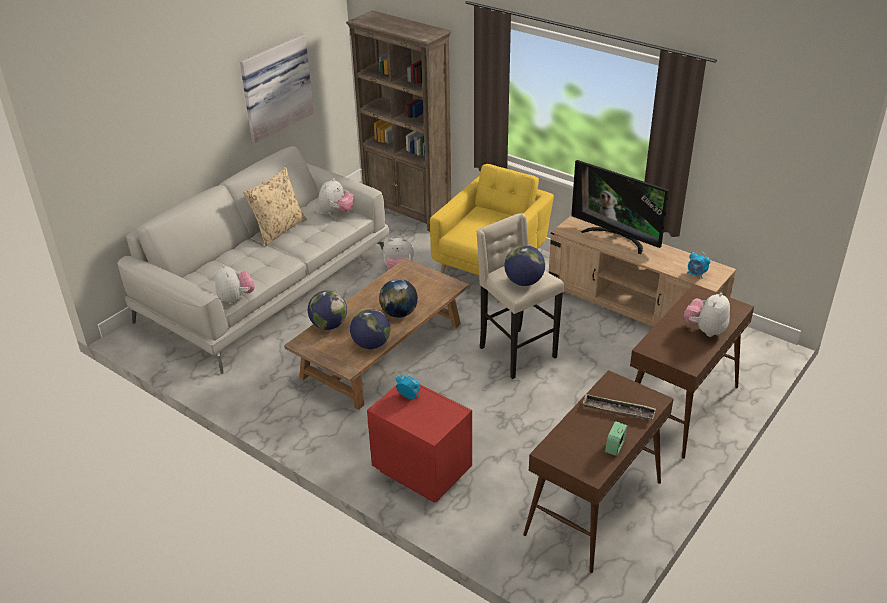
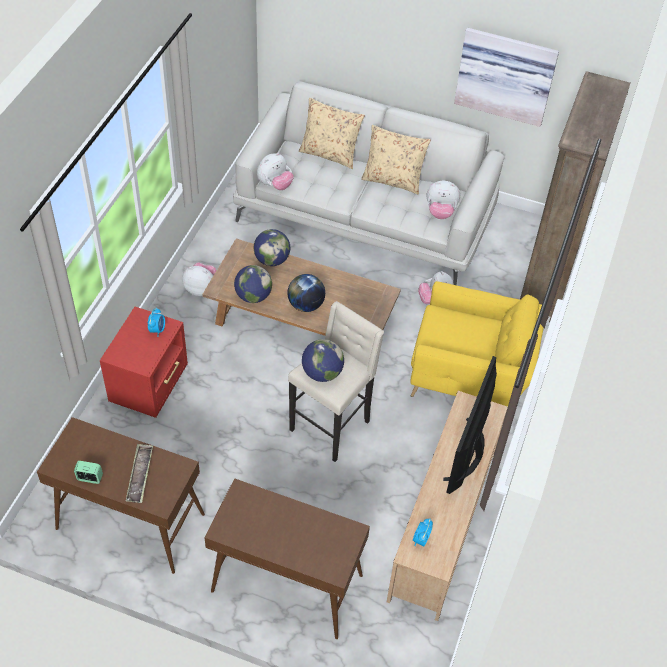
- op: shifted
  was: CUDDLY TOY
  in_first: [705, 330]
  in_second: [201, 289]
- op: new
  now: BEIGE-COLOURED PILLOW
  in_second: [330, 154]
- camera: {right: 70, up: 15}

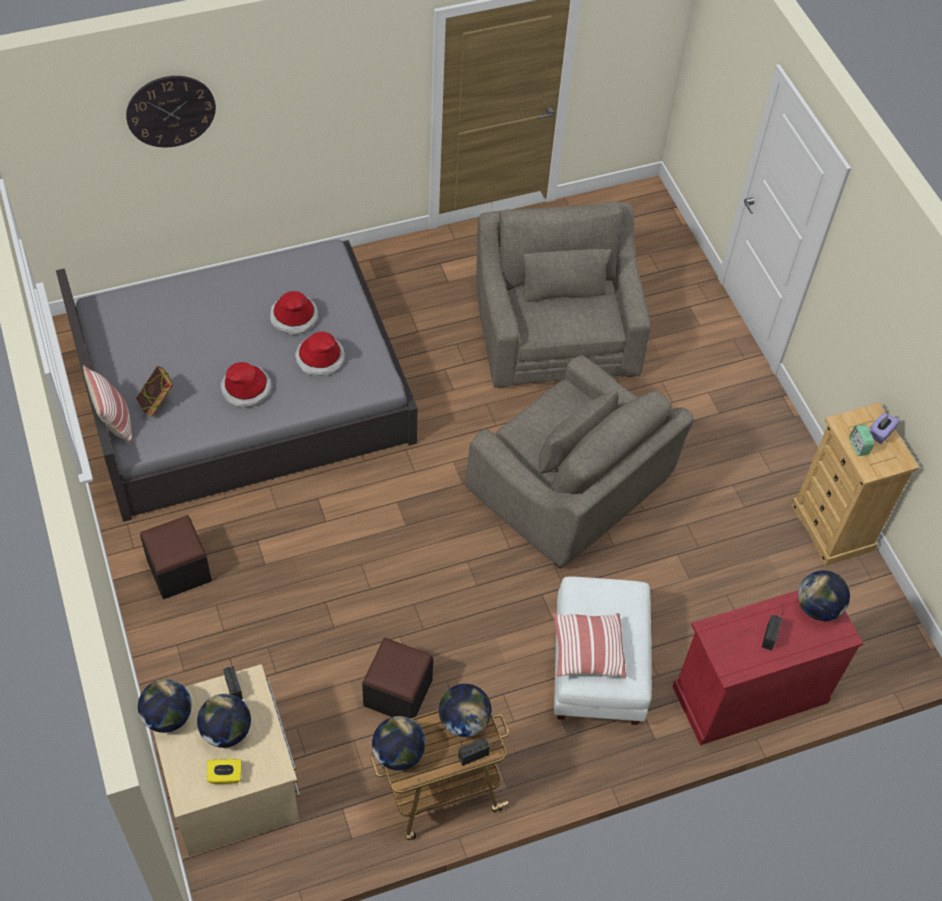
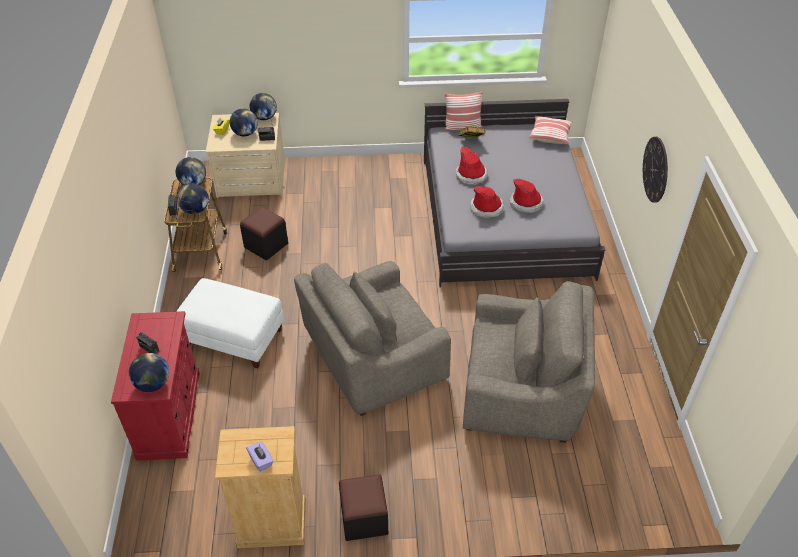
- op: shifted
  was: BLACKISH FOOTREST
  in_first: [179, 570]
  in_second: [364, 518]
- op: shifted
  was: PILLOW
  in_first: [587, 651]
  in_second: [549, 135]
- op: shifted
  was: HANGING CLOCK
  in_first: [171, 111]
  in_second: [655, 169]
- op: gone
  was: TABLE CLOCK
  in_first: [858, 446]
- camera: {right: 110, up: -10}

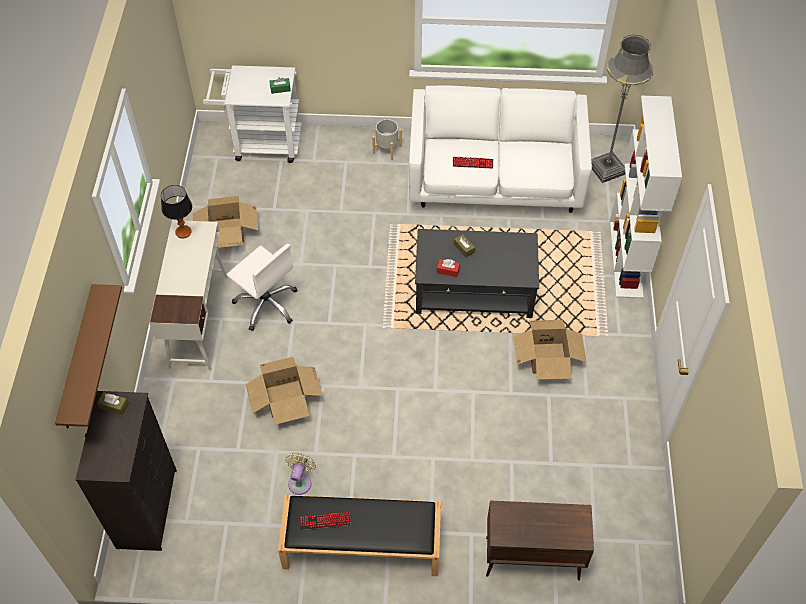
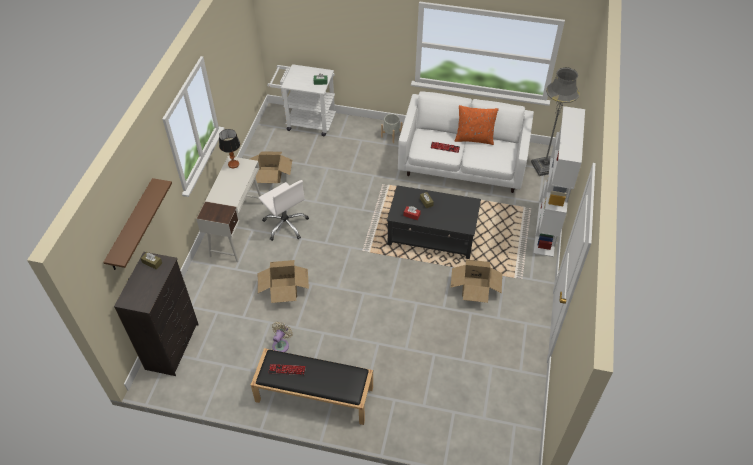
- op: new
  now: ORANGE PILLOW
  in_second: [474, 138]
- op: gone
  was: BROWNISH CABINET
  in_first: [531, 559]
- camera: {right: 10, up: -5}

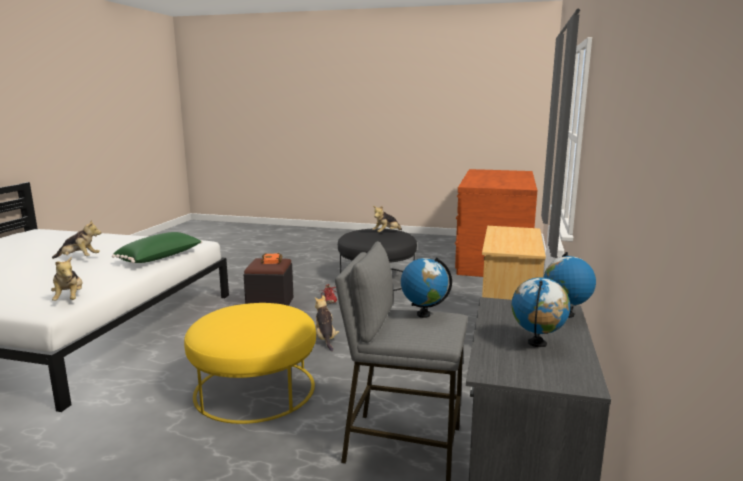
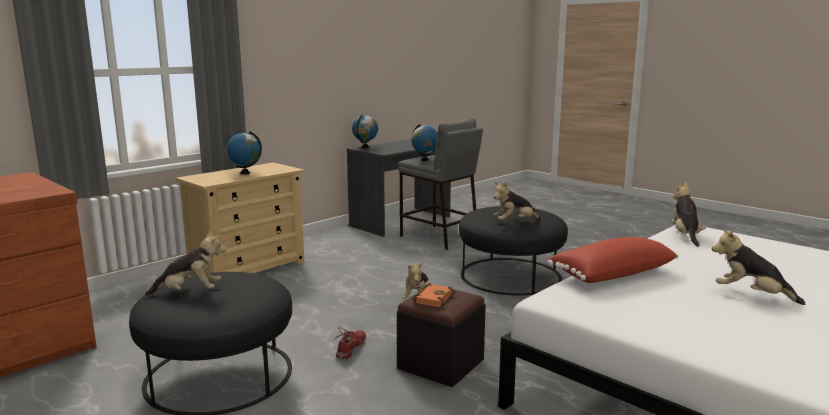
- op: shifted
  was: DESK GLOBE
  in_first: [537, 343]
  in_second: [245, 173]
- op: repainted
  was: YELLOWISH FOOTREST
  now: BLACKISH FOOTREST
  in_first: [255, 388]
  in_second: [510, 275]
- op: new
  now: CUDDLY TOY
  in_second: [514, 222]
- op: repainted
  was: GREEN PILLOW
  now: REDDISH PILLOW
  in_first: [161, 258]
  in_second: [611, 273]
- camera: {right: -150, up: 0}

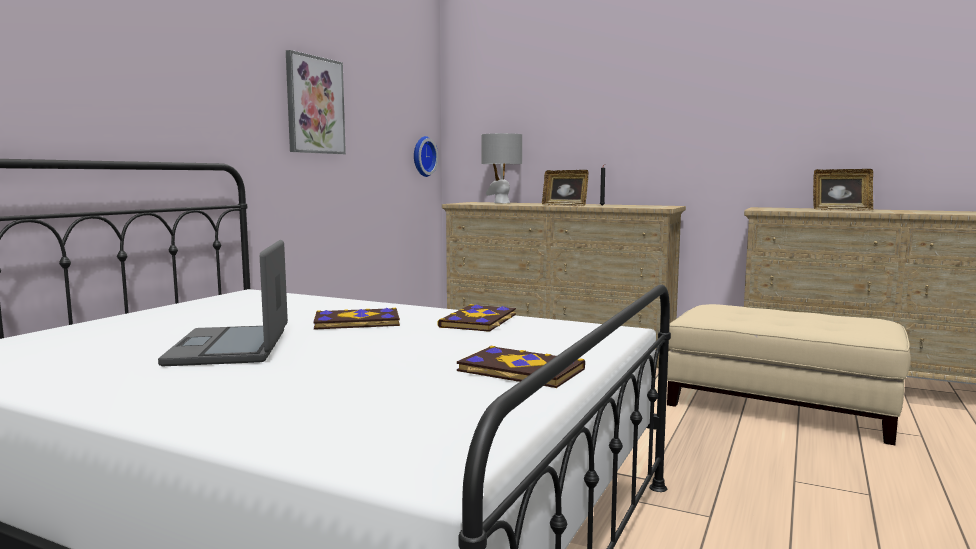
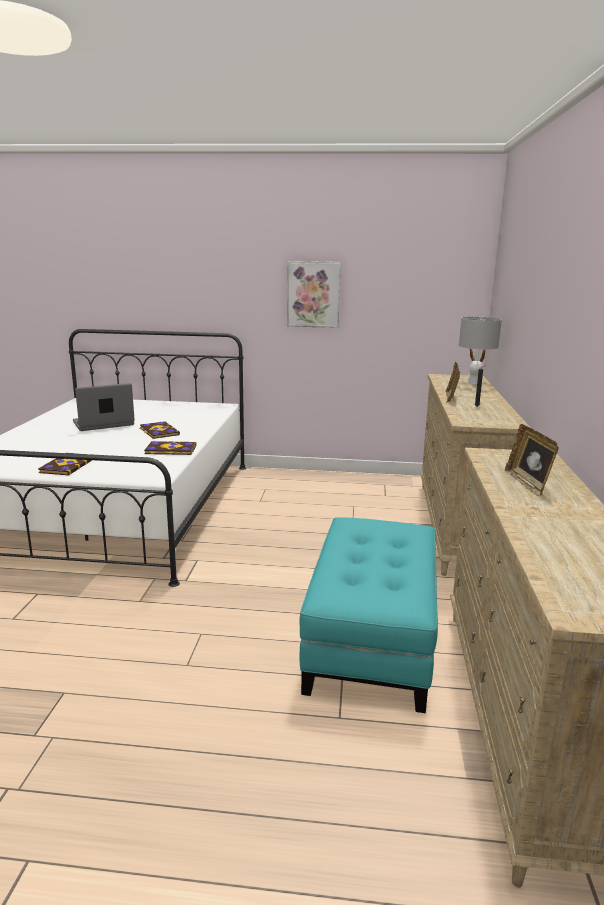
- op: repainted
  was: BEIGE-COLOURED FOOTREST
  now: TURQUOISE-COLOURED FOOTREST
  in_first: [780, 406]
  in_second: [373, 637]
- op: gone
  was: HANGING CLOCK
  in_first: [422, 156]
- camera: {right: 70, up: 10}

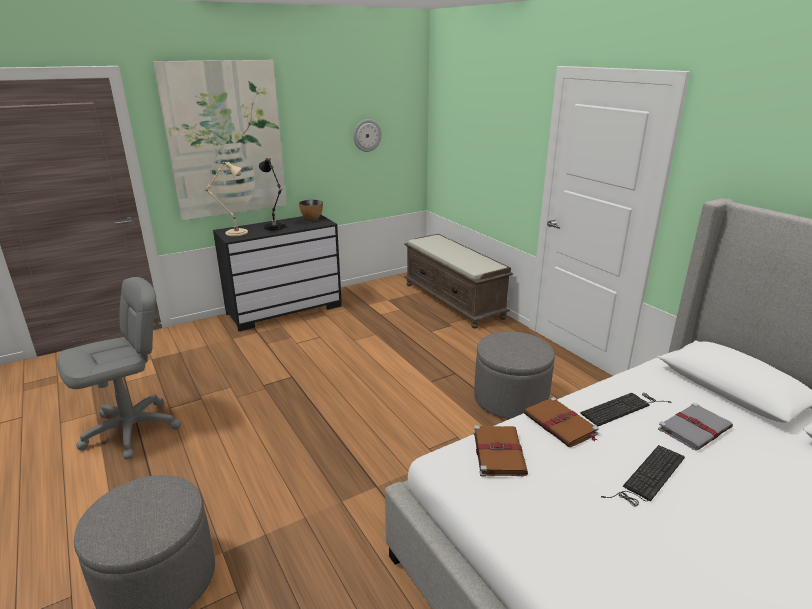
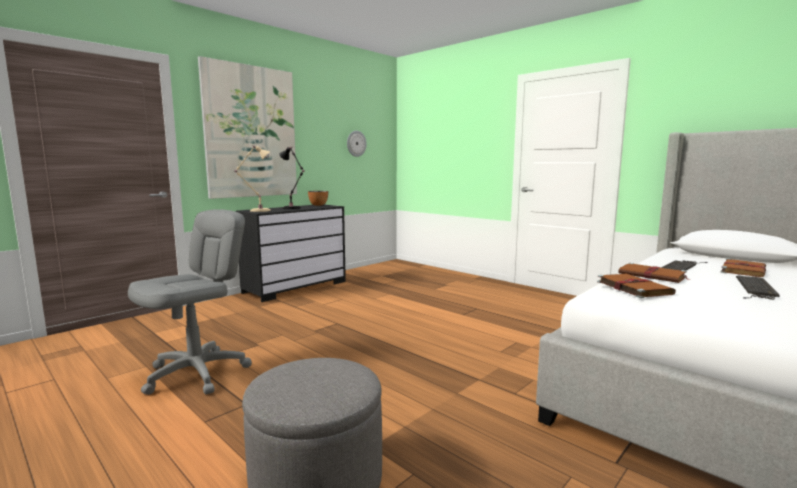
- op: repainted
  was: GRAY BOUND BOOK
  now: BROWNISH BOUND BOOK
  in_first: [695, 428]
  in_second: [743, 270]
- op: gone
  was: BROWNISH BENCH
  in_first: [454, 301]
- op: gone
  was: GRAY FOOTREST
  in_first: [510, 399]
- camera: {right: -15, up: -15}

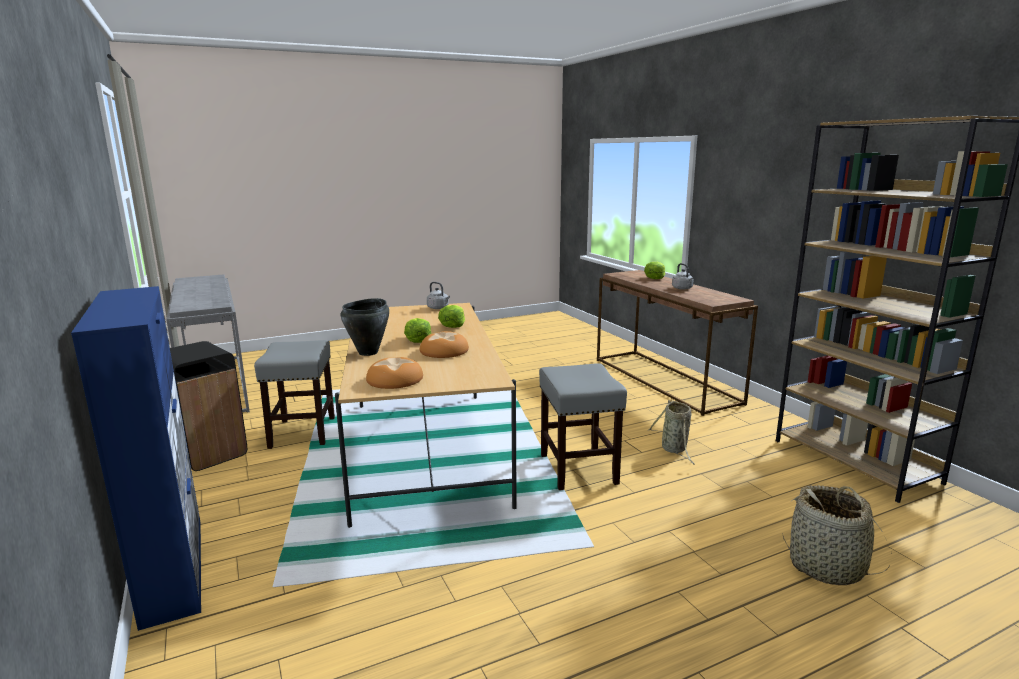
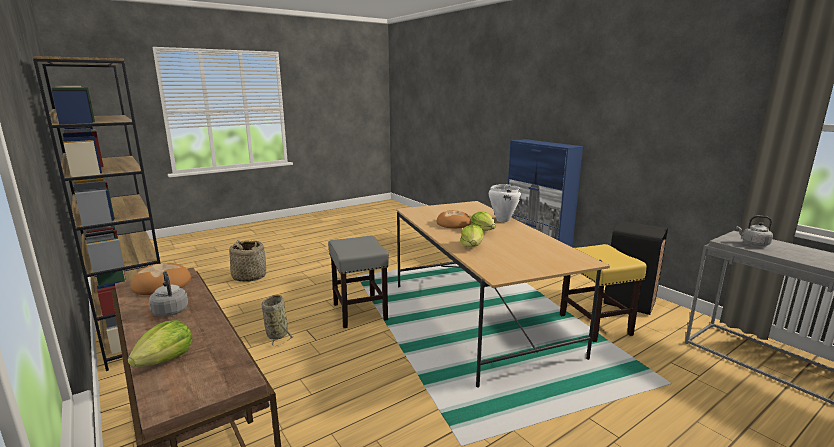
- op: shifted
  was: BAKERY BREAD
  in_first: [395, 379]
  in_second: [162, 285]
- op: repainted
  was: BLACKISH SAUCEPOT
  now: WHITE-COLOURED SAUCEPOT
  in_first: [368, 352]
  in_second: [502, 220]
- op: repainted
  was: GRAY STOOL
  now: YELLOWISH STOOL
  in_first: [303, 432]
  in_second: [595, 325]
- op: shifted
  was: GRAY WATER KETTLE
  in_first: [439, 308]
  in_second: [753, 243]
- camera: {right: 170, up: 0}

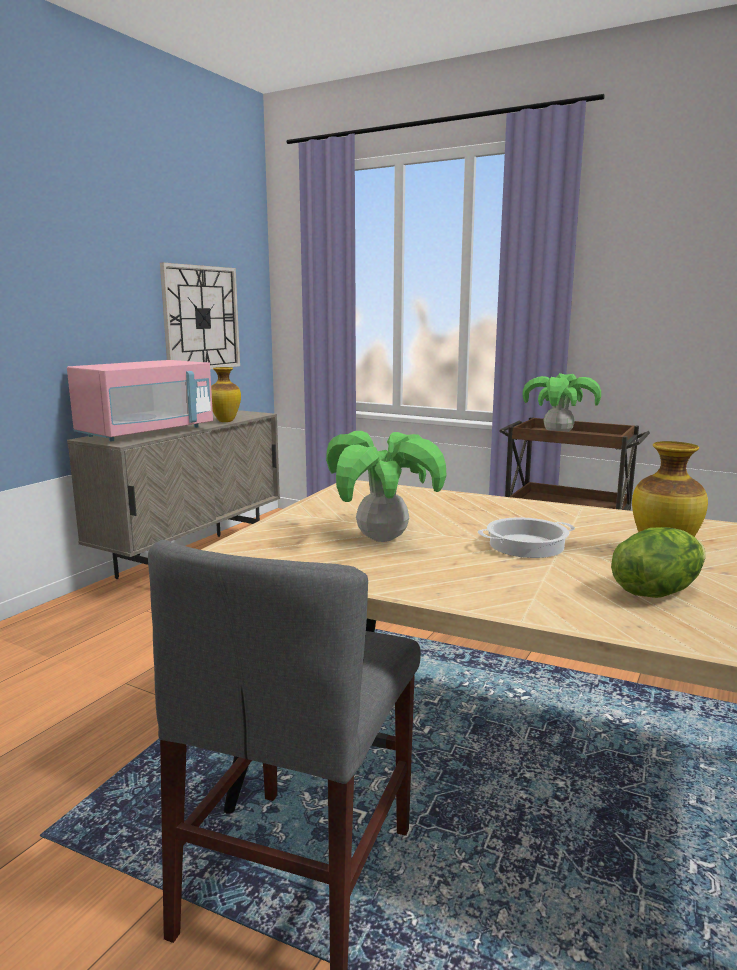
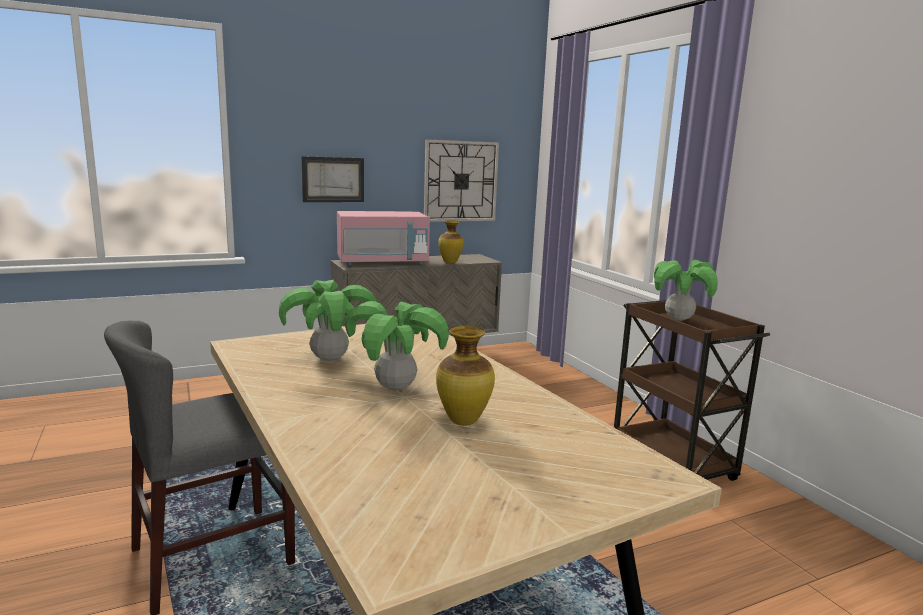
- op: new
  now: PICTURE
  in_second: [333, 179]
- op: swapped
  was: SAUCEPOT
  now: POTTED PLANT
  in_first: [526, 545]
  in_second: [396, 387]
- op: gone
  was: LETTUCE HEAD
  in_first: [655, 591]
- camera: {right: 35, up: 0}

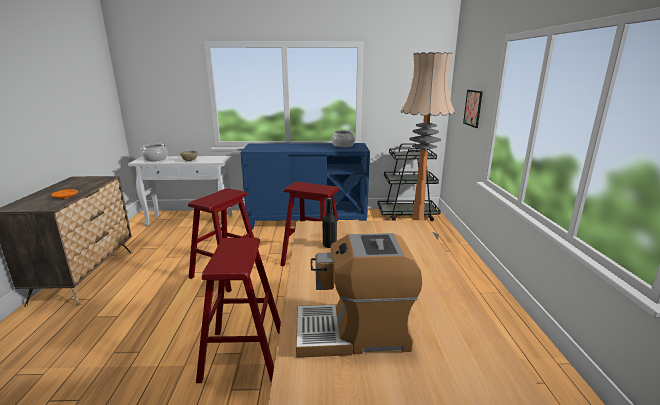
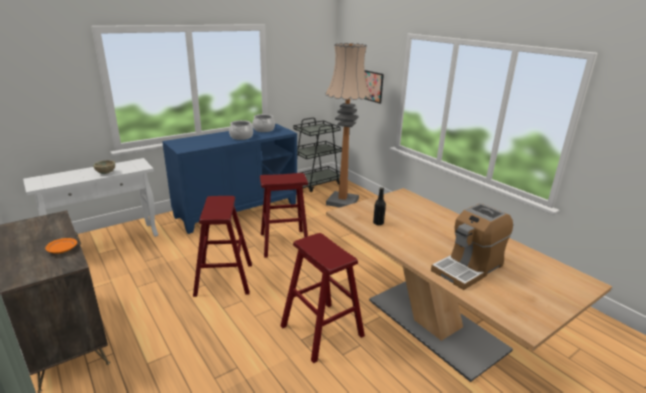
- op: shifted
  was: SAUCEPOT
  in_first: [155, 159]
  in_second: [241, 137]
- camera: {right: -35, up: 5}

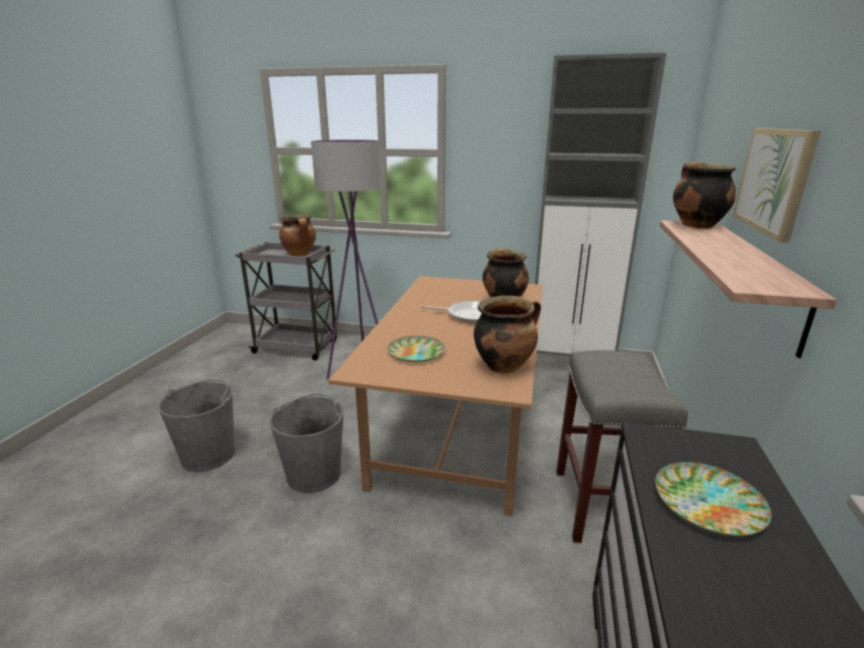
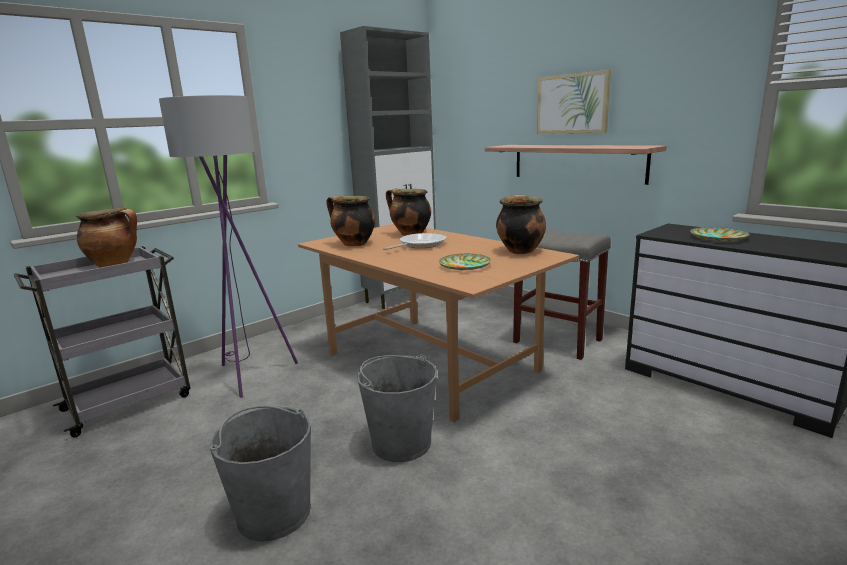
- op: shifted
  was: SAUCEPOT
  in_first: [695, 225]
  in_second: [353, 244]
- camera: {right: -55, up: -5}

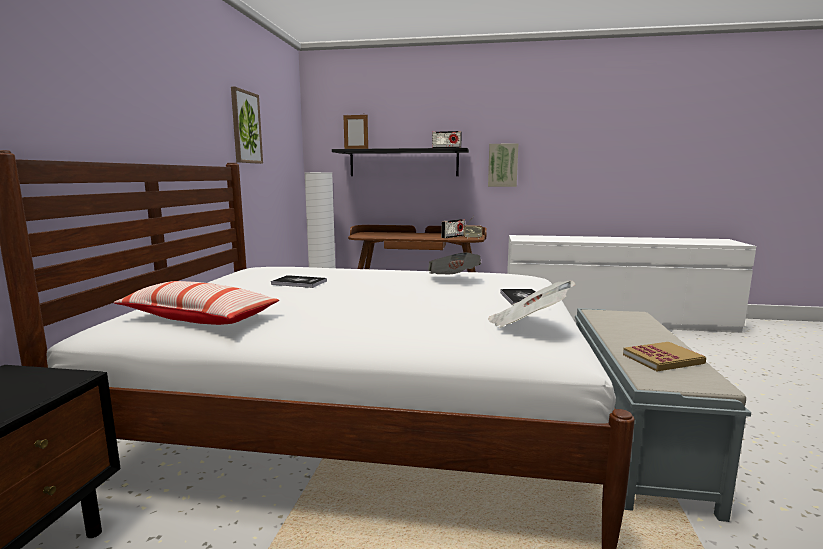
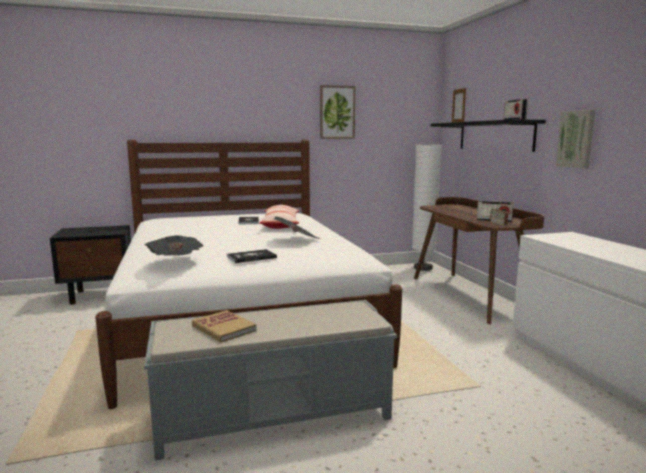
- op: shifted
  was: PILLOW
  in_first: [199, 318]
  in_second: [280, 225]
- camera: {right: 65, up: 0}

